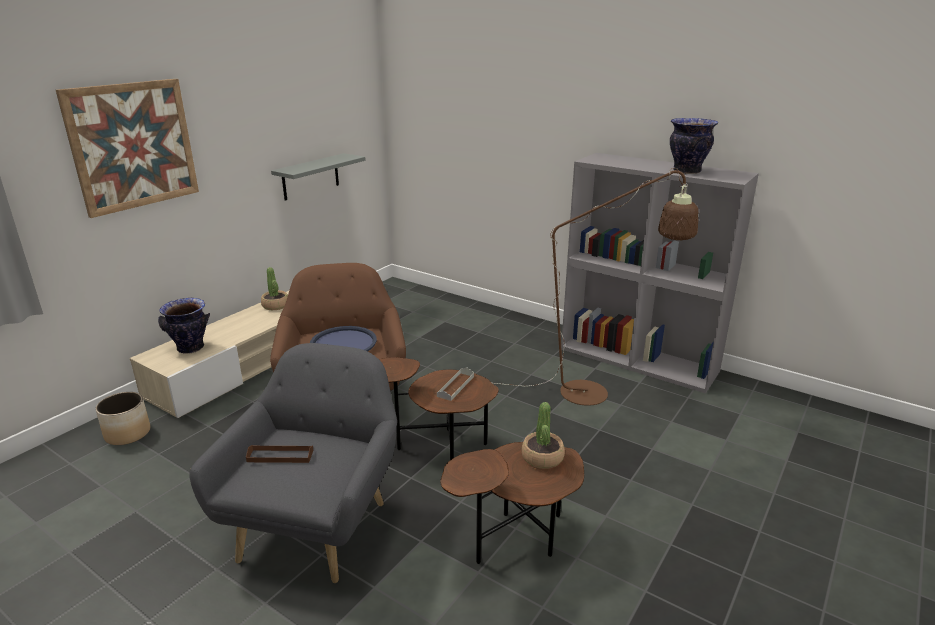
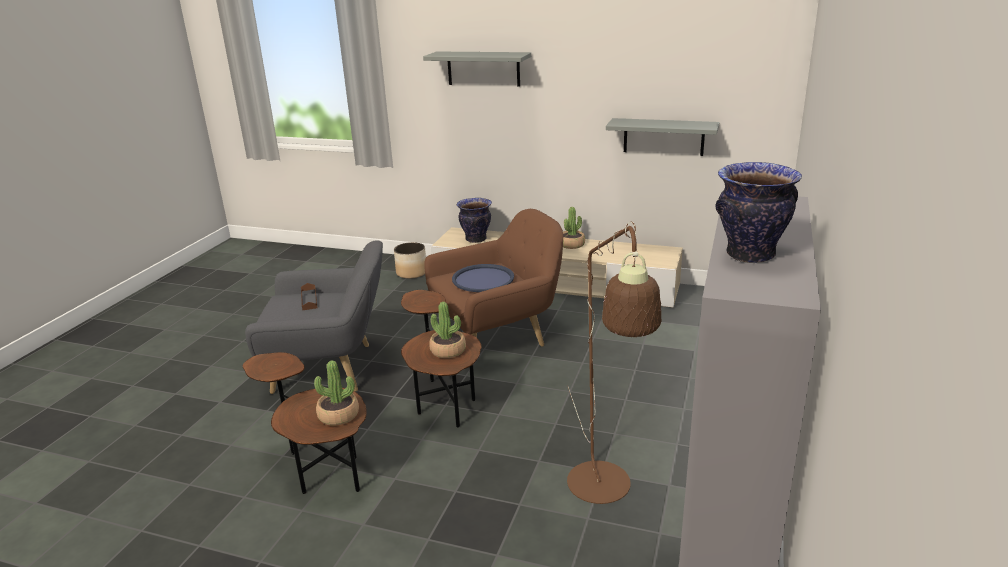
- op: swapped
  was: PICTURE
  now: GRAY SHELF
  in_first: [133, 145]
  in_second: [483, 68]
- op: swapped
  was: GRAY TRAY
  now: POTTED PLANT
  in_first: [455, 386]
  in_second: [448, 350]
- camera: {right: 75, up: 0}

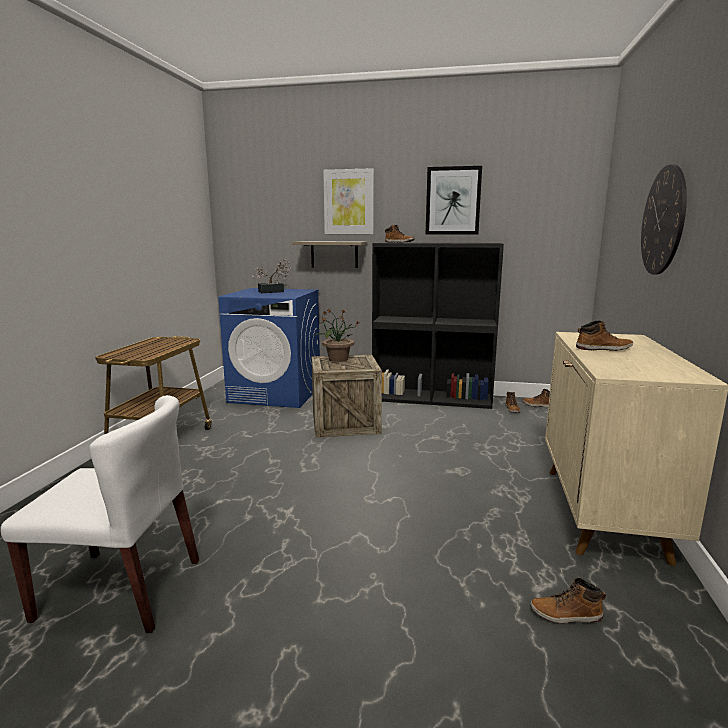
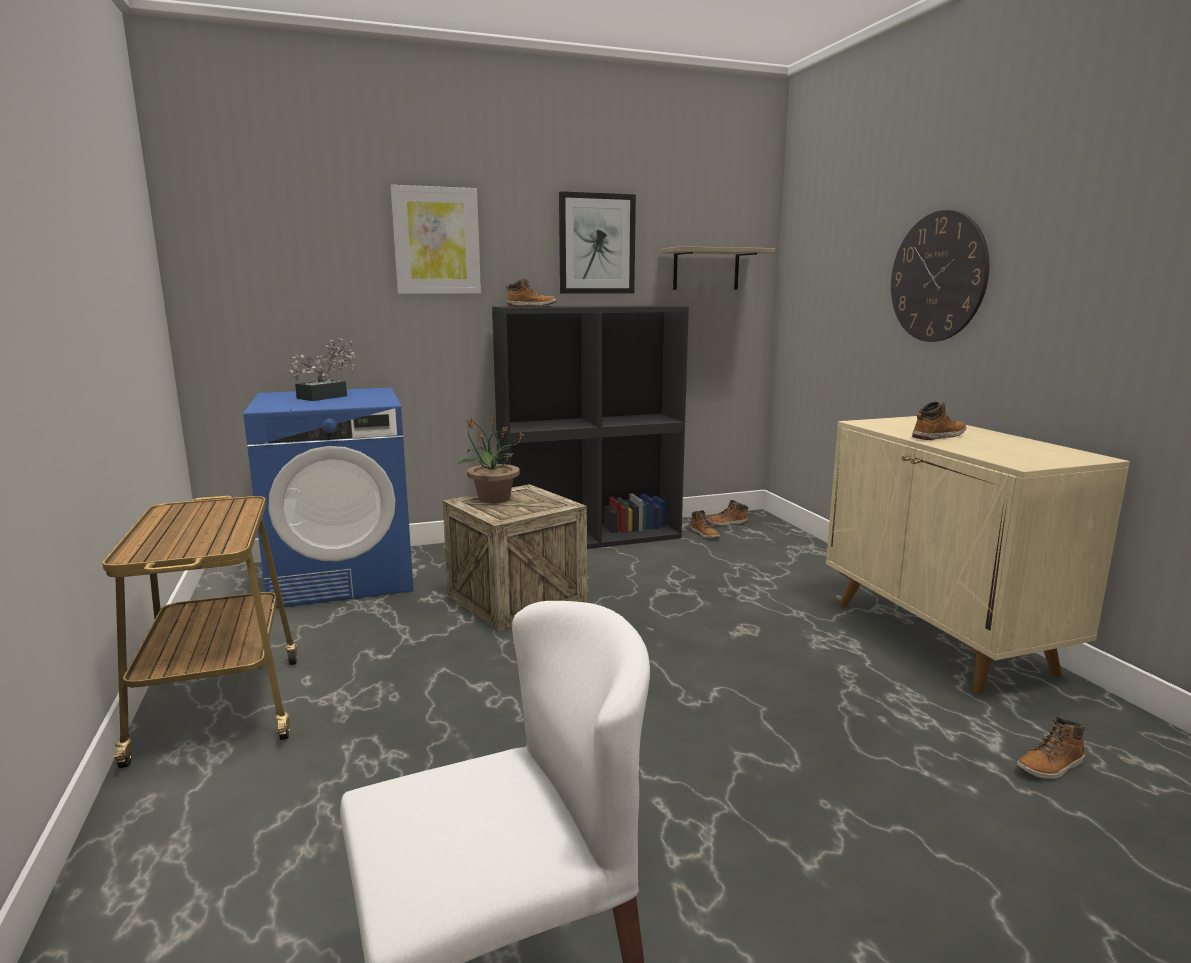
- op: shifted
  was: SHELF
  in_first: [334, 254]
  in_second: [706, 269]
- camera: {right: -30, up: 0}

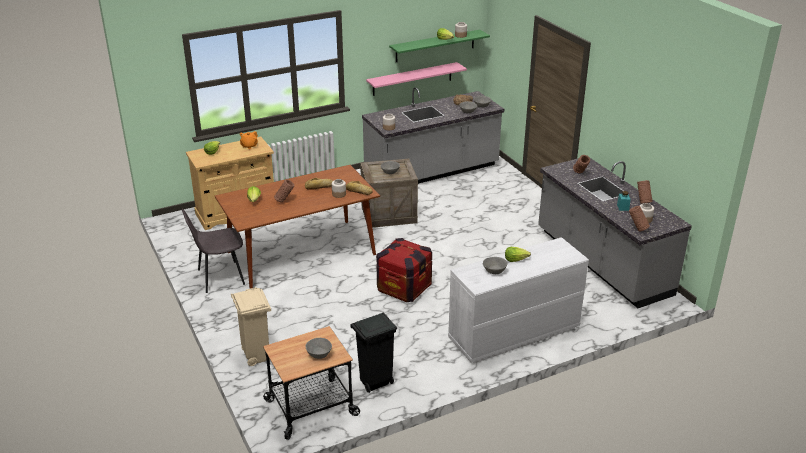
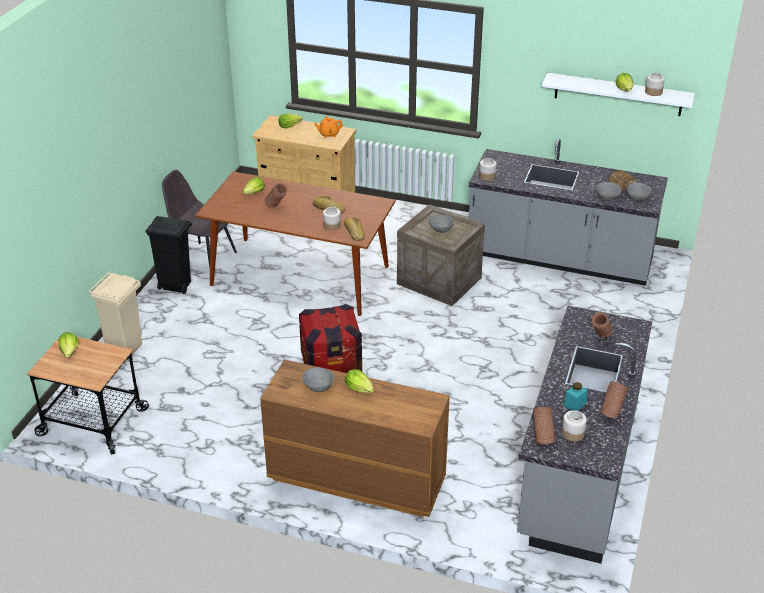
- op: new
  now: LETTUCE HEAD
  in_second: [70, 351]
- op: shifted
  was: BLACKISH RUBBISH BIN
  in_first: [375, 383]
  in_second: [175, 286]
- op: repainted
  was: WHITE-COLOURED DRAWER CHEST
  now: BROWNISH DRAWER CHEST
  in_first: [513, 333]
  in_second: [355, 478]
- op: repainted
  was: GREEN SHELF
  now: WHITE-COLOURED SHELF
  in_first: [435, 46]
  in_second: [618, 94]
- op: gone
  was: GRAY BOWL
  in_first: [319, 354]
- op: gone
  was: PINKISH SHELF
  in_first: [412, 79]
- camera: {right: 45, up: 5}

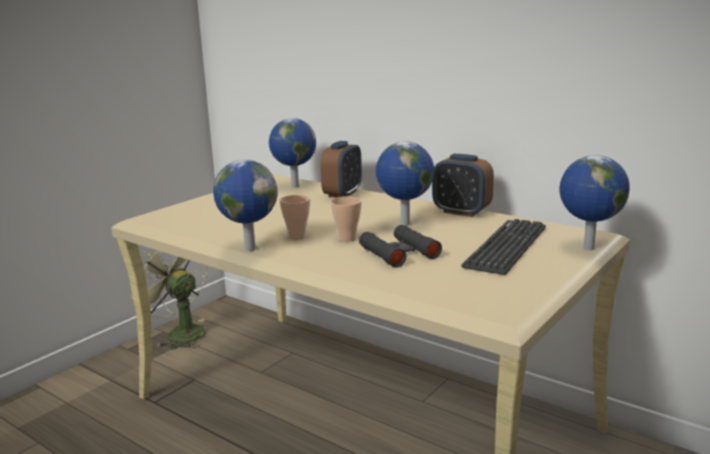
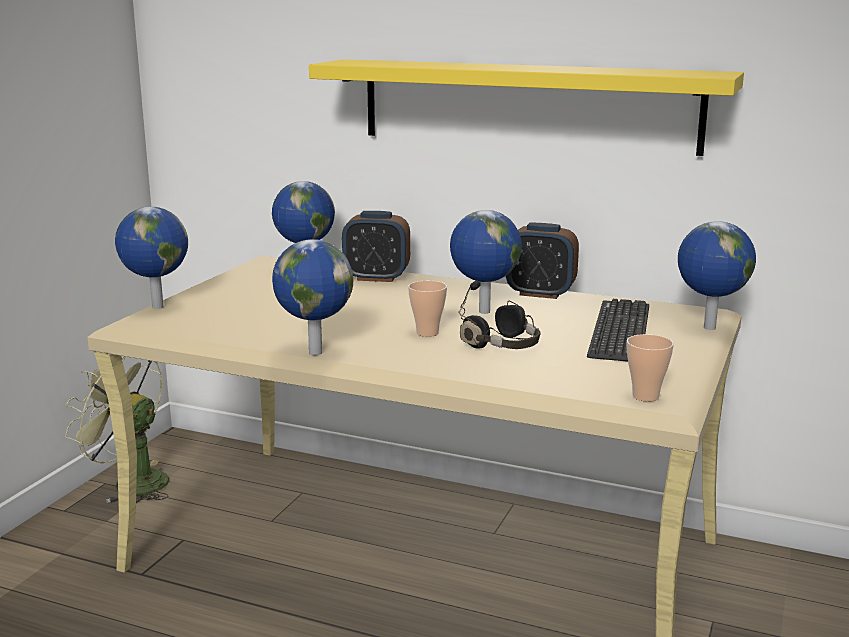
- op: new
  now: DESK GLOBE
  in_second: [156, 307]
- op: new
  now: YELLOWISH SHELF
  in_second: [527, 105]
- op: rotated
  was: TABLE CLOCK
  in_first: [342, 194]
  in_second: [376, 278]
  clockwise: 90
- op: swapped
  was: BLACKISH PAIR OF BINOCULARS
  now: BLACKISH PAIR OF HEADPHONES
  in_first: [399, 253]
  in_second: [503, 346]
- op: shifted
  was: SMALL CUP
  in_first: [297, 236]
  in_second: [645, 396]
- camera: {right: -15, up: 0}

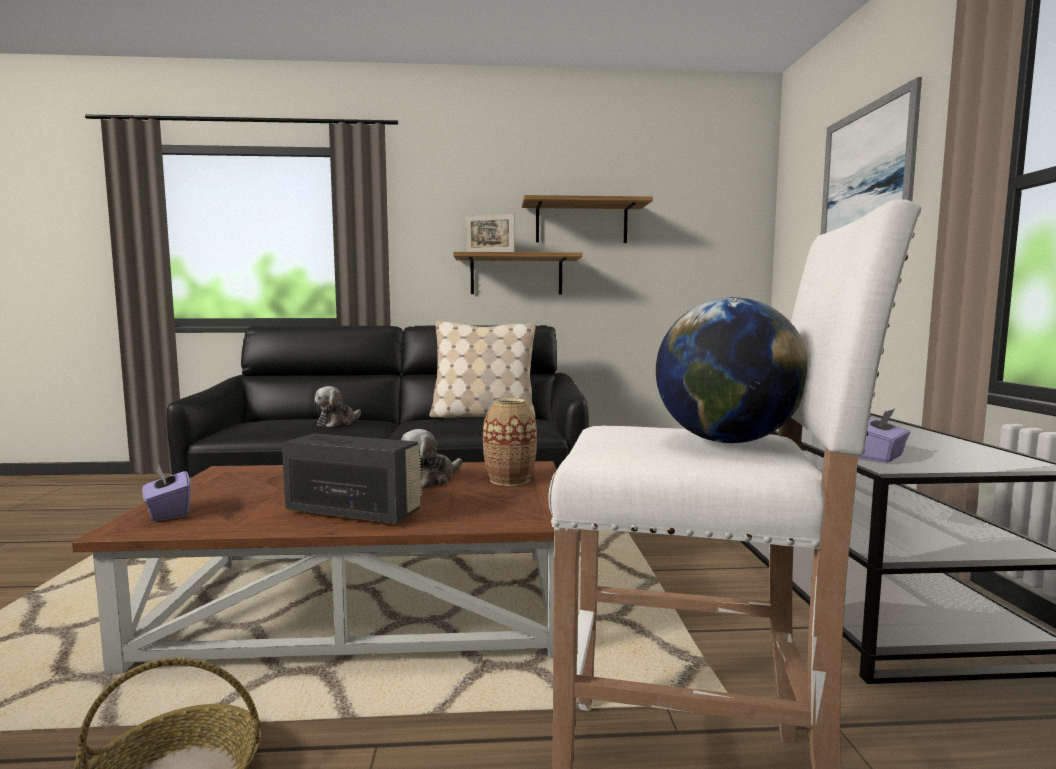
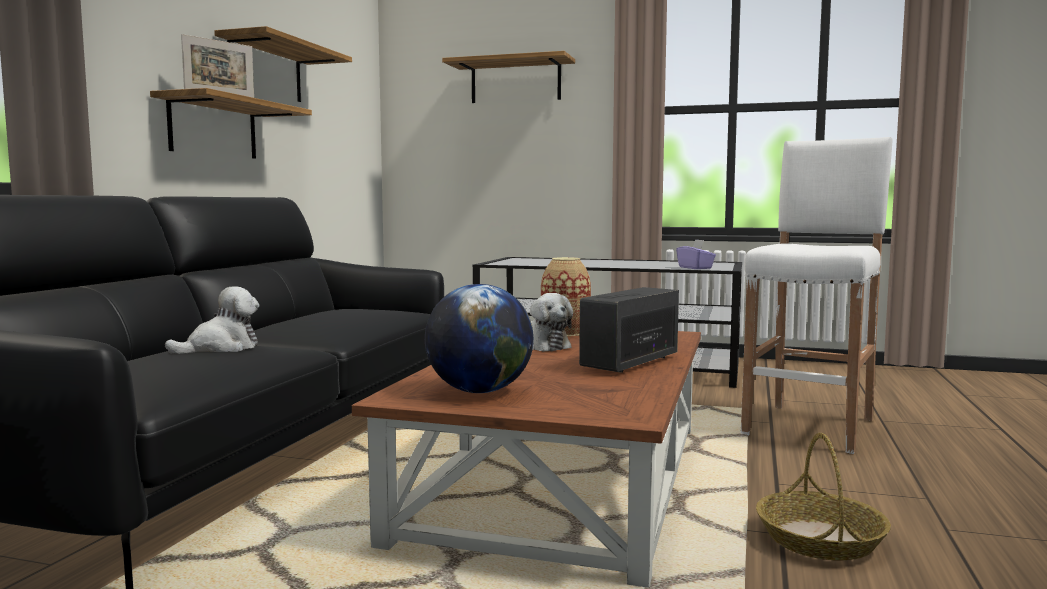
- op: rotated
  was: CUDDLY TOY
  in_first: [337, 423]
  in_second: [221, 348]
  clockwise: -90
- op: shifted
  was: DESK GLOBE
  in_first: [726, 441]
  in_second: [479, 391]
- op: swapped
  was: PICTURE
  now: SHELF
  in_first: [865, 178]
  in_second: [515, 82]
- op: gone
  was: PURPLISH TISSUE HOLDER
  in_first: [168, 512]
- op: gone
  was: BEIGE-COLOURED PILLOW
  in_first: [483, 416]
- camera: {right: -70, up: 0}

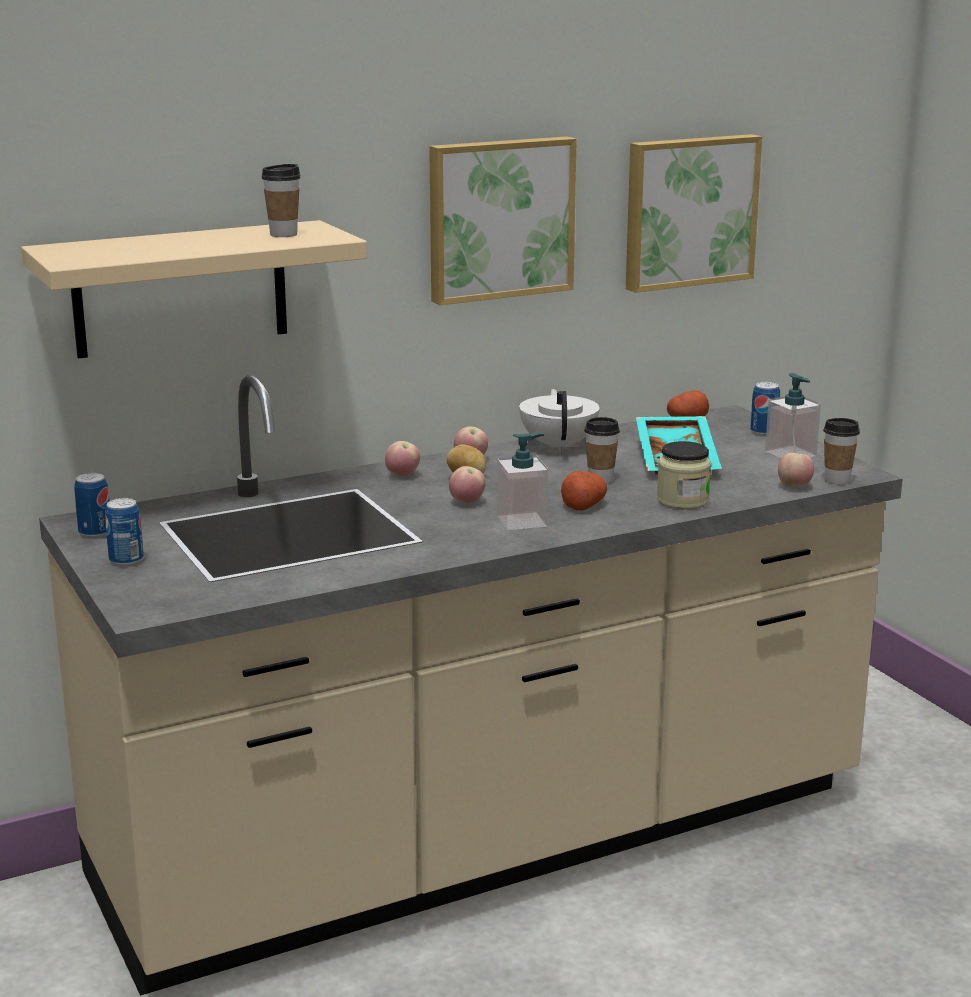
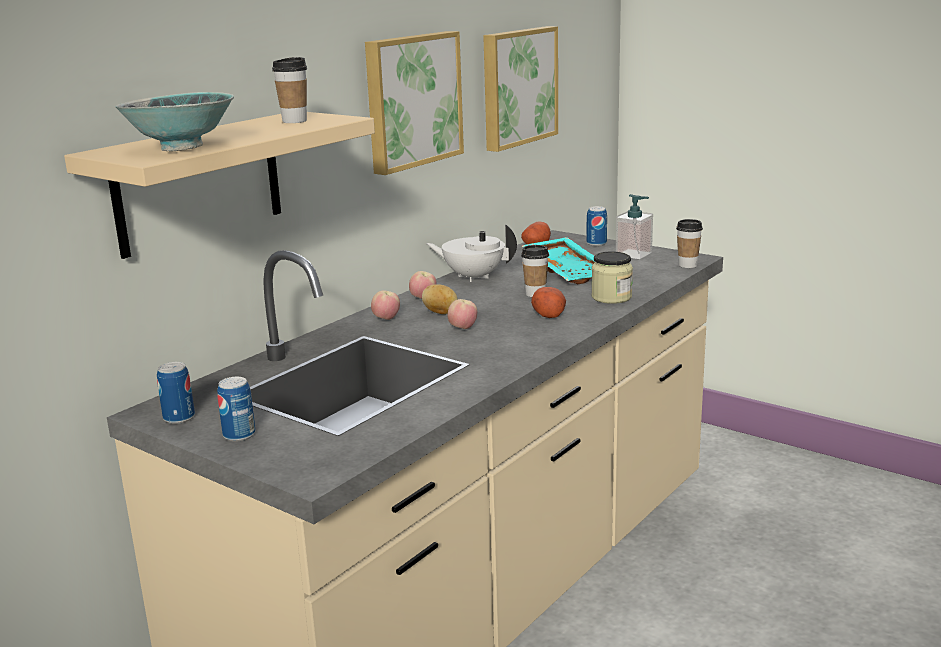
- op: new
  now: BOWL
  in_second: [182, 148]
- op: rotated
  was: WHITE-COLOURED POT FOR TEA
  in_first: [559, 446]
  in_second: [473, 277]
  clockwise: -45
- op: gone
  was: LIQUID SOAP BOTTLE
  in_first: [522, 521]
- op: gone
  was: WHOLE APPLE
  in_first: [794, 487]
- camera: {right: -25, up: 0}

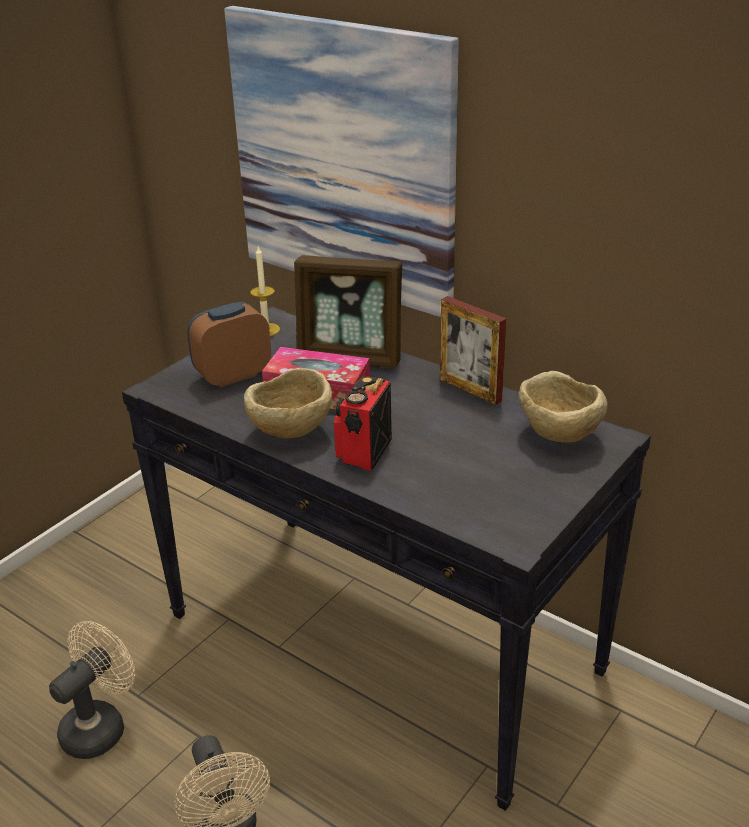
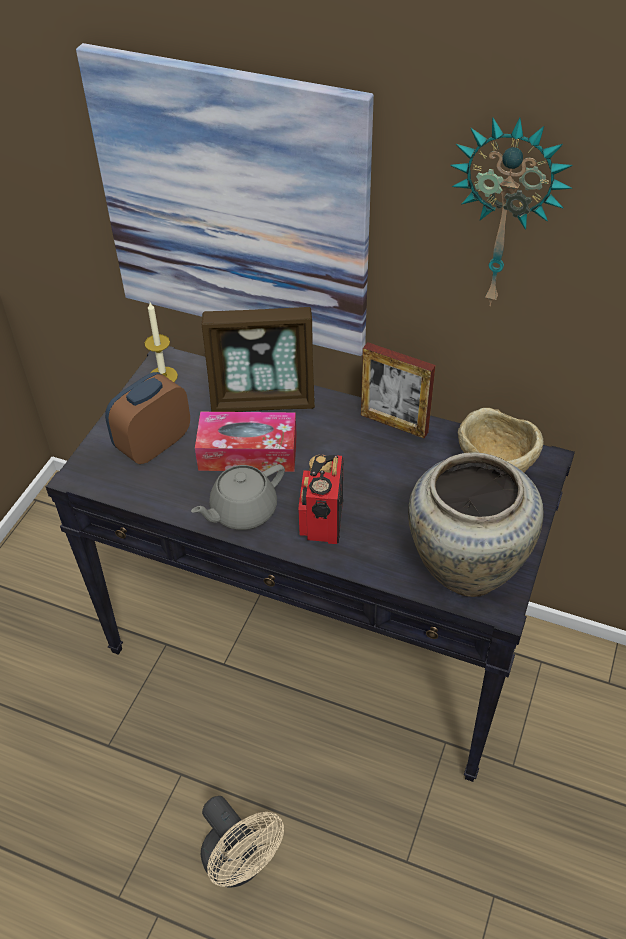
- op: swapped
  was: BEIGE-COLOURED BOWL
  now: GRAY POT FOR TEA
  in_first: [291, 433]
  in_second: [242, 511]
- op: new
  now: BEIGE-COLOURED VASE
  in_second: [465, 563]
- op: new
  now: HANGING CLOCK
  in_second: [505, 214]
- op: gone
  was: BEIGE-COLOURED ELECTRIC FAN
  in_first: [100, 726]
- camera: {right: -15, up: 15}

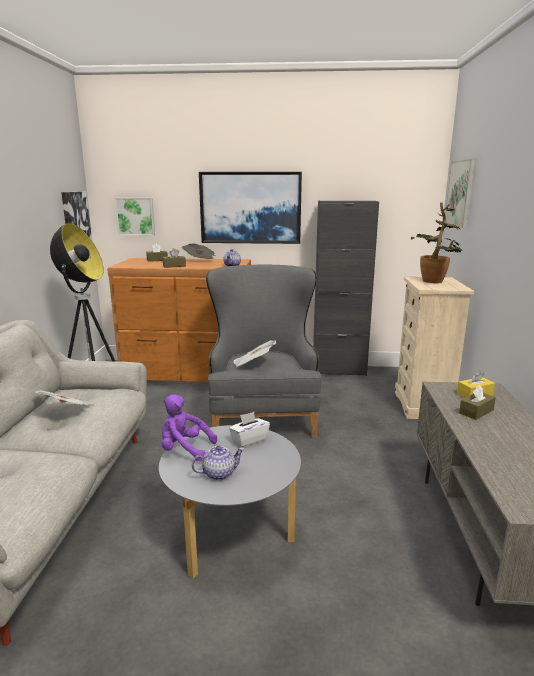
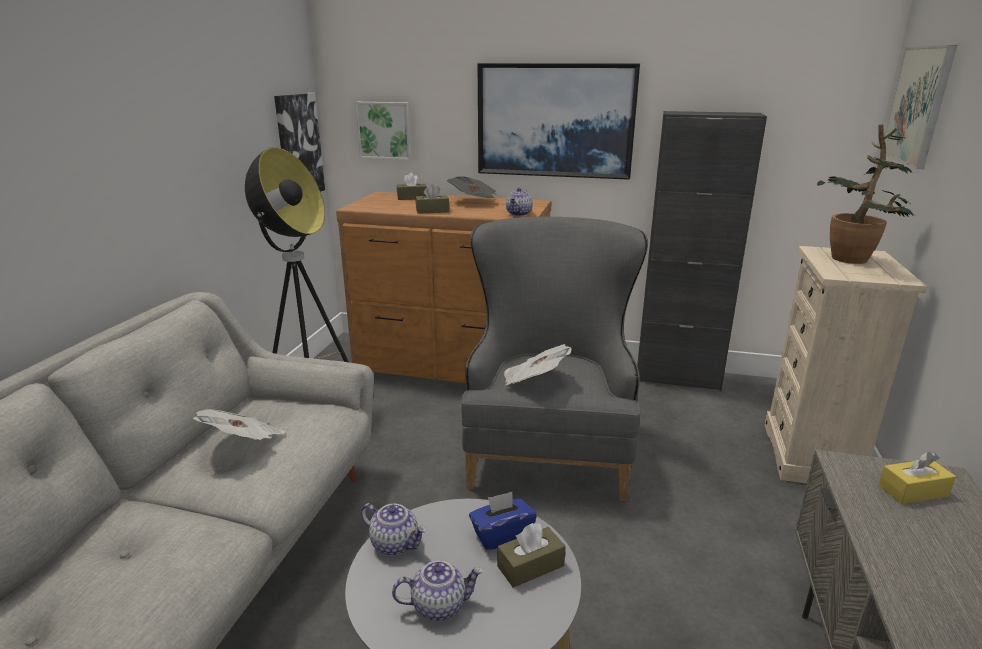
- op: swapped
  was: PURPLISH CUDDLY TOY
  now: POT FOR TEA
  in_first: [184, 449]
  in_second: [395, 543]
- op: repainted
  was: WHITE-COLOURED TISSUE HOLDER
  now: BLUE-COLOURED TISSUE HOLDER
  in_first: [249, 440]
  in_second: [502, 535]
- op: shifted
  was: BROWNISH TISSUE HOLDER
  in_first: [476, 411]
  in_second: [530, 566]
- camera: {right: 10, up: 5}

